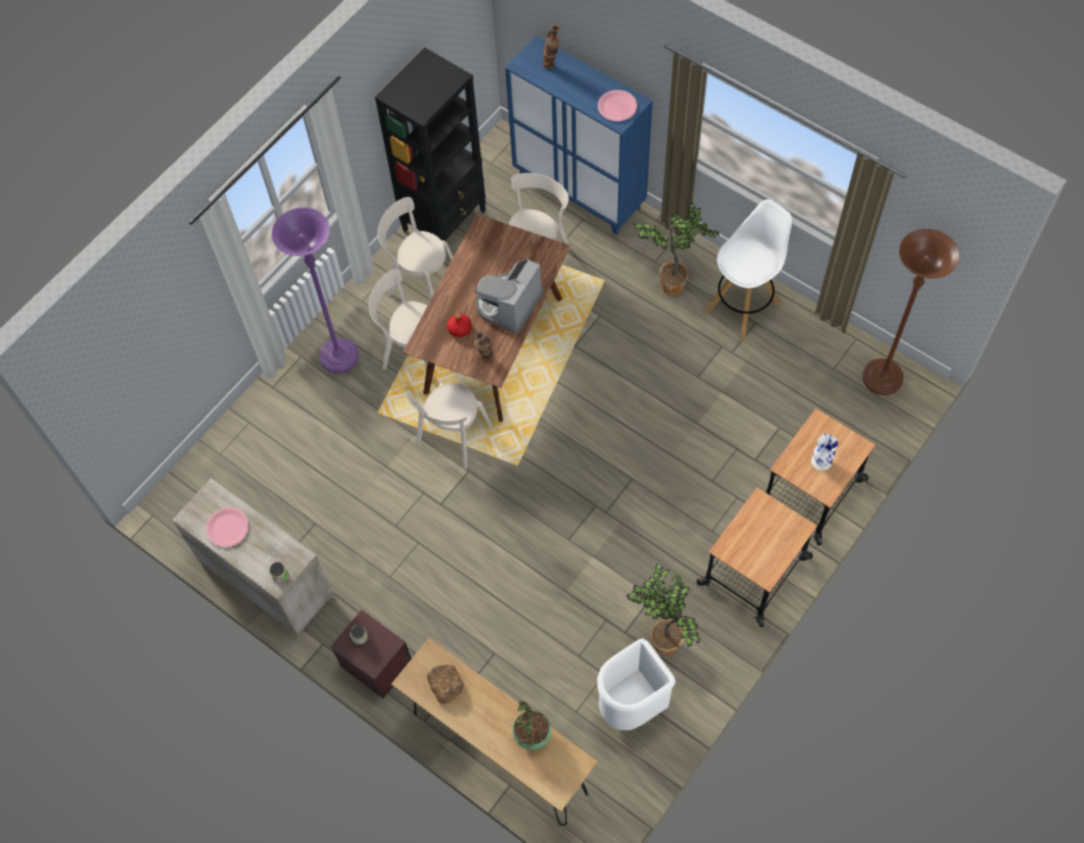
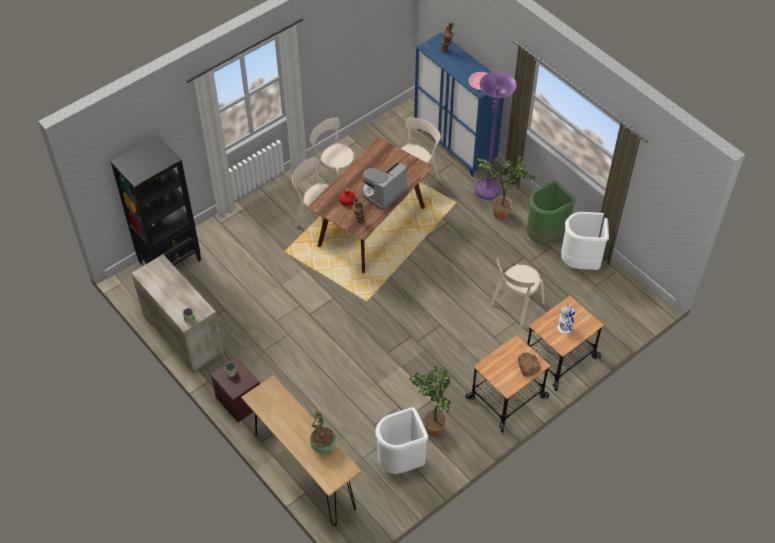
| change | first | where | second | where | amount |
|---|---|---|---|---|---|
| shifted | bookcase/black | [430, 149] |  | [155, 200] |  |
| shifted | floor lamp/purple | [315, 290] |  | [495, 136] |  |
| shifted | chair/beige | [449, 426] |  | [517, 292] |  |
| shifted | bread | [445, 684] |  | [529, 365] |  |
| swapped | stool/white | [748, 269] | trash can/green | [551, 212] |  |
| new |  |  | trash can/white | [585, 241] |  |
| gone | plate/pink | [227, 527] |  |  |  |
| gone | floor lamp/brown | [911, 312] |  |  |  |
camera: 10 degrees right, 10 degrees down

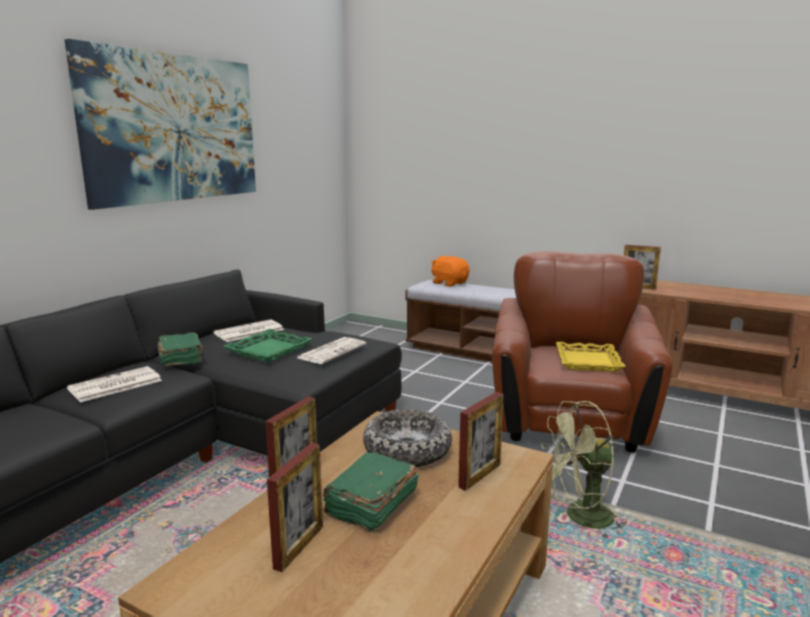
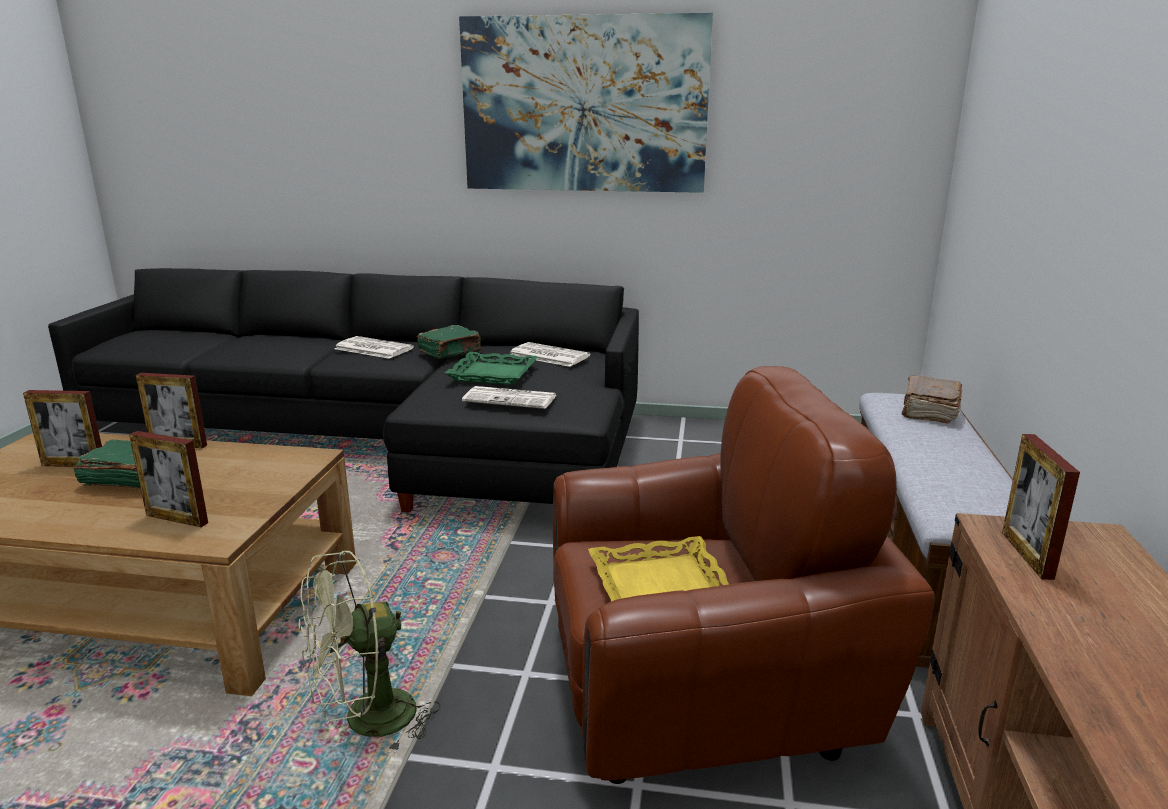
| change | first | where | second | where | amount |
|---|---|---|---|---|---|
| rotated | fan/green | [584, 470] |  | [369, 652] | 90 degrees counterclockwise |
| swapped | plush toy/orange | [450, 271] | book/brown | [932, 399] |  |
| gone | bowl | [407, 438] |  |  |  |
camera: 70 degrees right, 5 degrees up

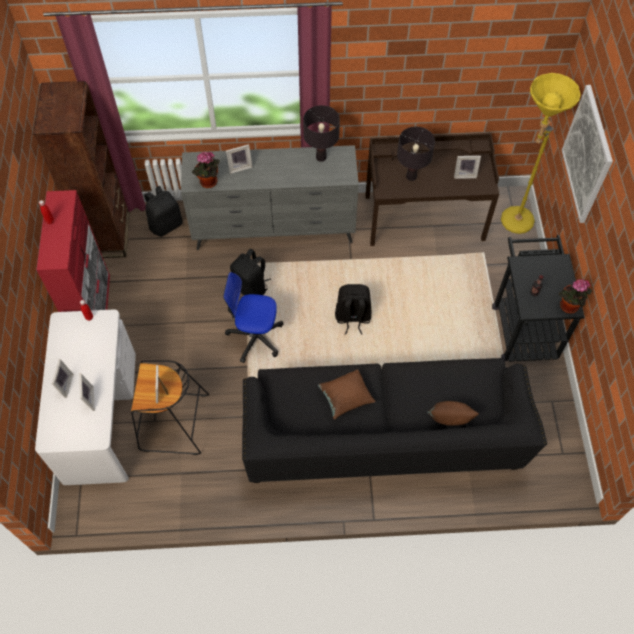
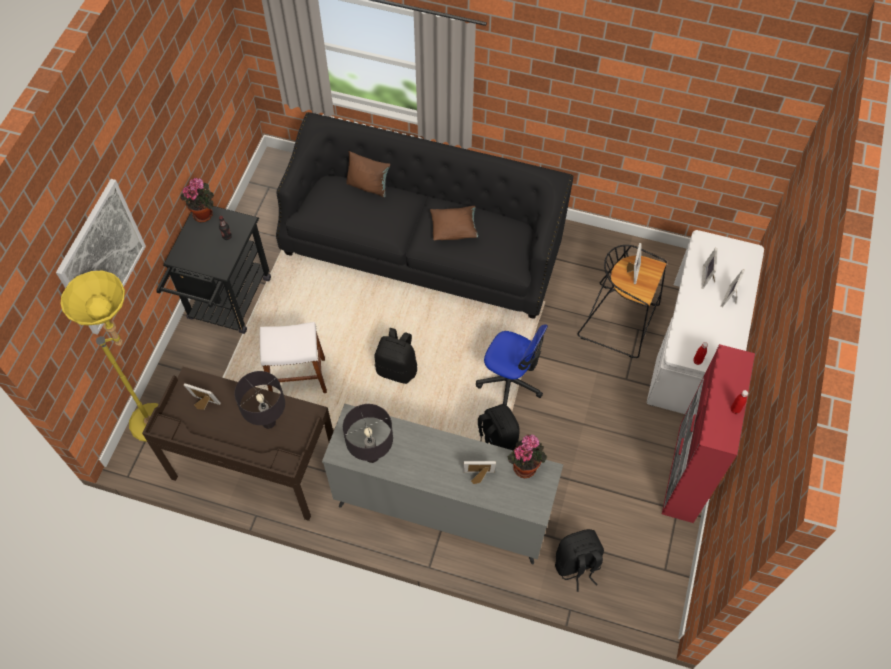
| change | first | where | second | where | amount |
|---|---|---|---|---|---|
| new |  |  | stool/white | [293, 357] |  |
| gone | bookcase/brown | [81, 169] |  |  |  |
camera: 160 degrees left, 0 degrees up

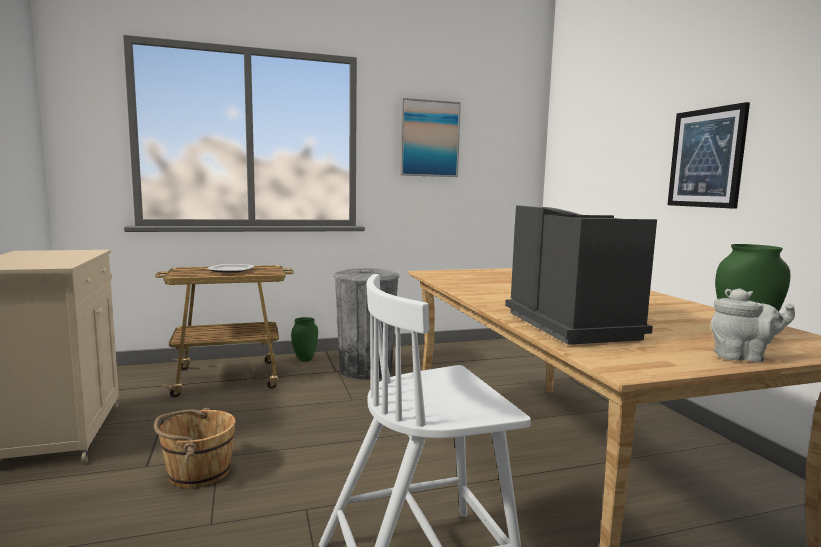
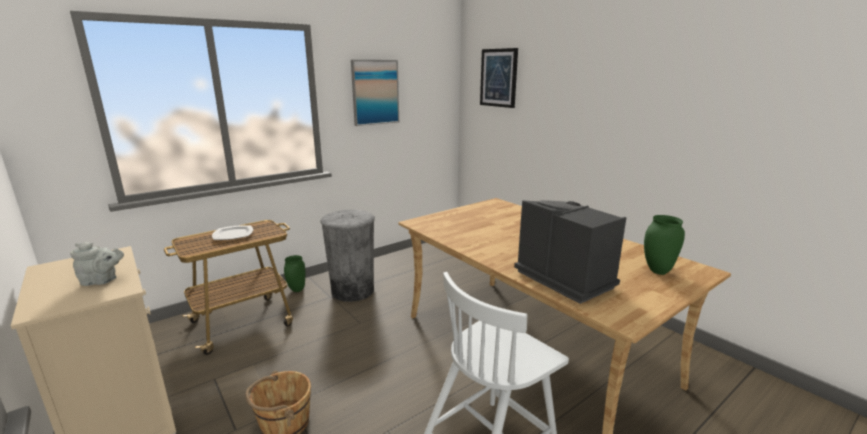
| change | first | where | second | where | amount |
|---|---|---|---|---|---|
| shifted | teapot/grey | [753, 325] |  | [97, 264] |  |
| shifted | picture | [708, 155] |  | [499, 78] |  |
camera: 20 degrees left, 10 degrees up

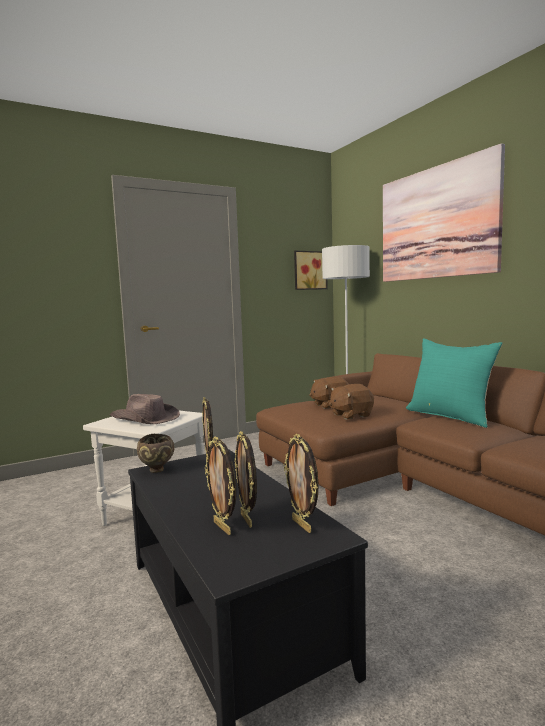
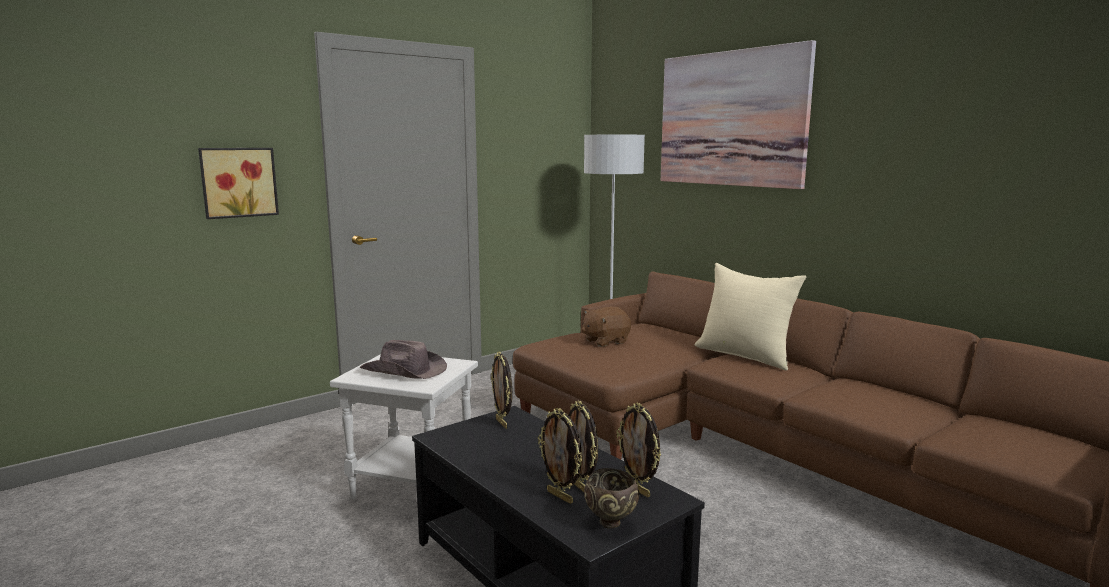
| change | first | where | second | where | amount |
|---|---|---|---|---|---|
| shifted | picture | [311, 270] |  | [238, 183] |  |
| shifted | bowl/brown | [156, 453] |  | [611, 498] |  |
| repainted | pillow/turquoise | [454, 383] | pillow/beige | [750, 317] |  |
| gone | plush toy/brown | [351, 402] |  |  |  |
camera: 10 degrees left, 5 degrees up

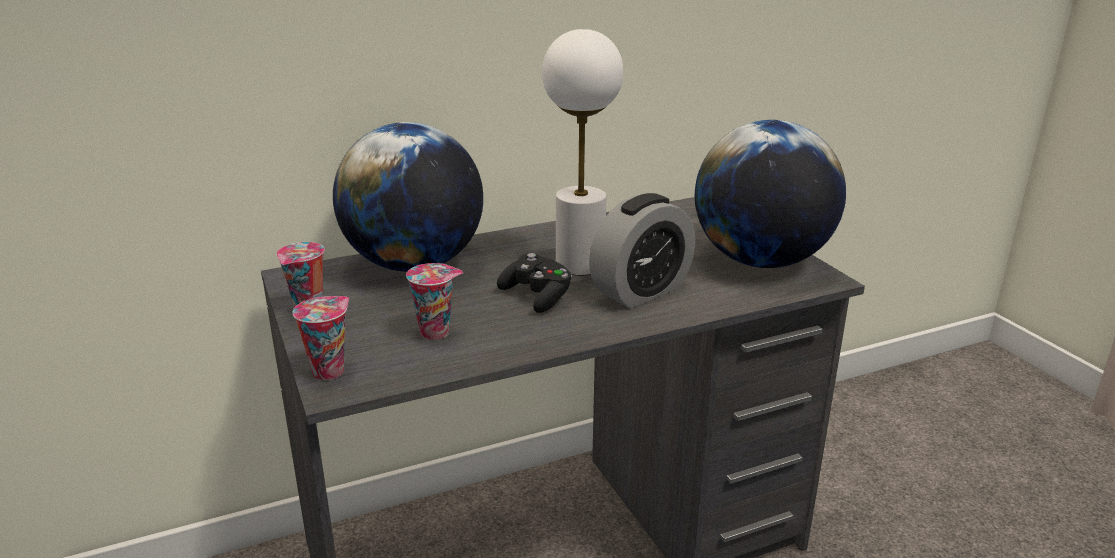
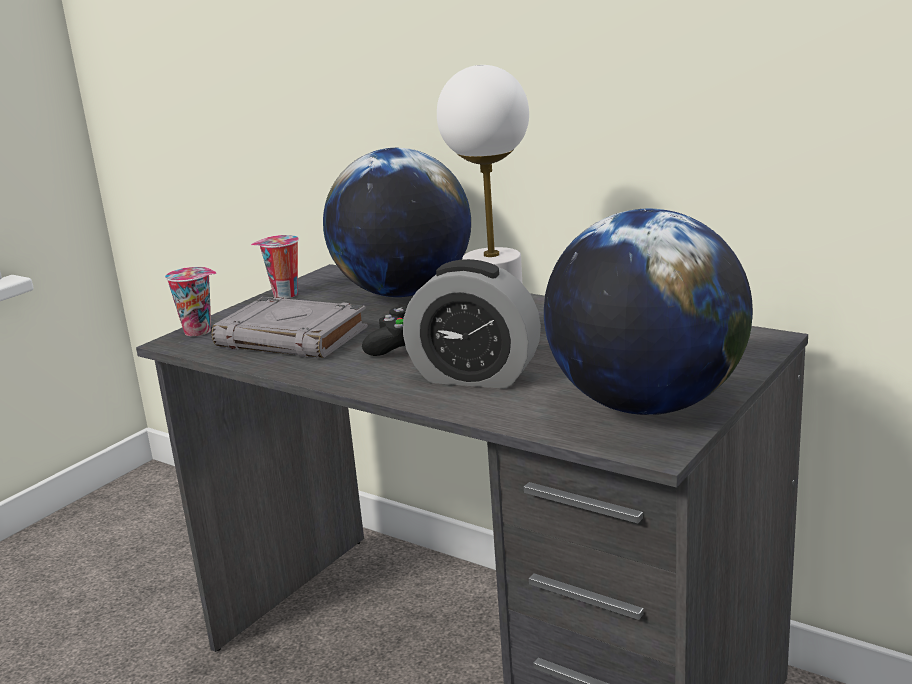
| change | first | where | second | where | amount |
|---|---|---|---|---|---|
| swapped | cup | [434, 301] | book/grey | [289, 327] |  |
camera: 60 degrees right, 5 degrees down

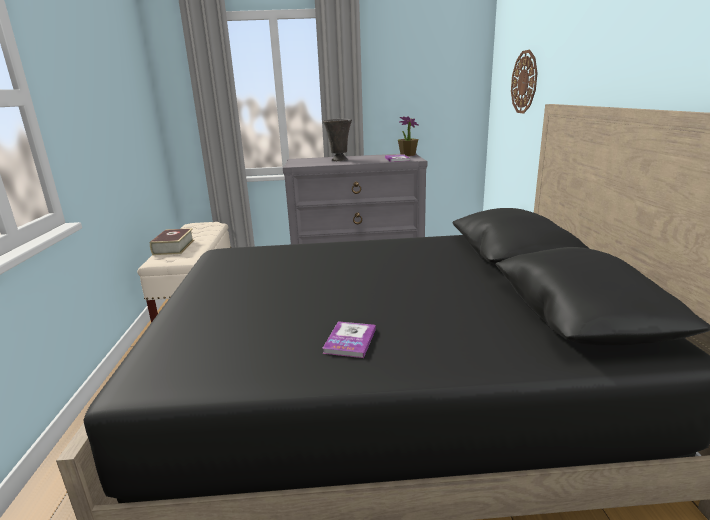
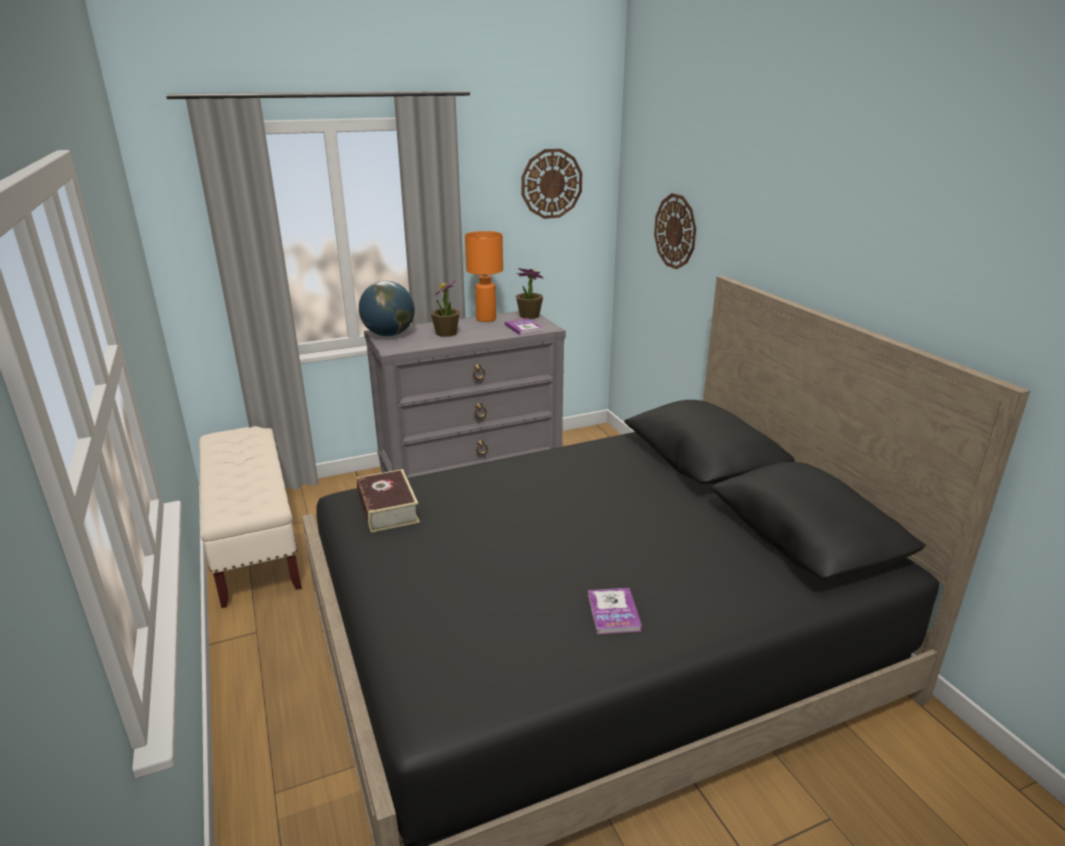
| change | first | where | second | where | amount |
|---|---|---|---|---|---|
| shifted | book | [172, 241] |  | [388, 501] |  |
| new |  |  | globe | [387, 308] |  |
| swapped | vase/grey | [337, 140] | potted plant | [445, 308] |  |
| new |  |  | table lamp/orange | [484, 276] |  |
| new |  |  | wall clock | [551, 184] |  |
camera: 20 degrees left, 5 degrees up

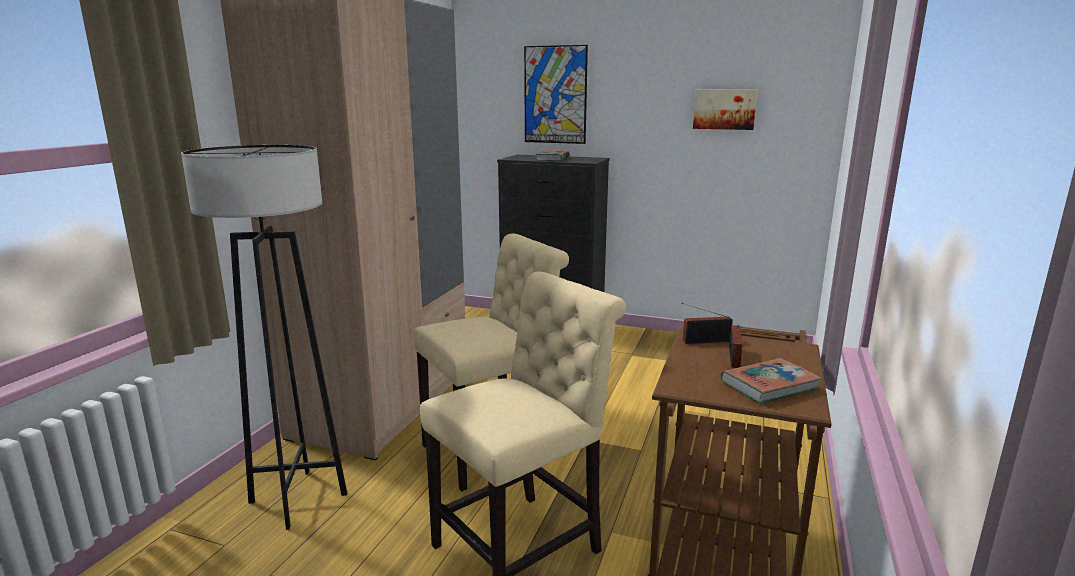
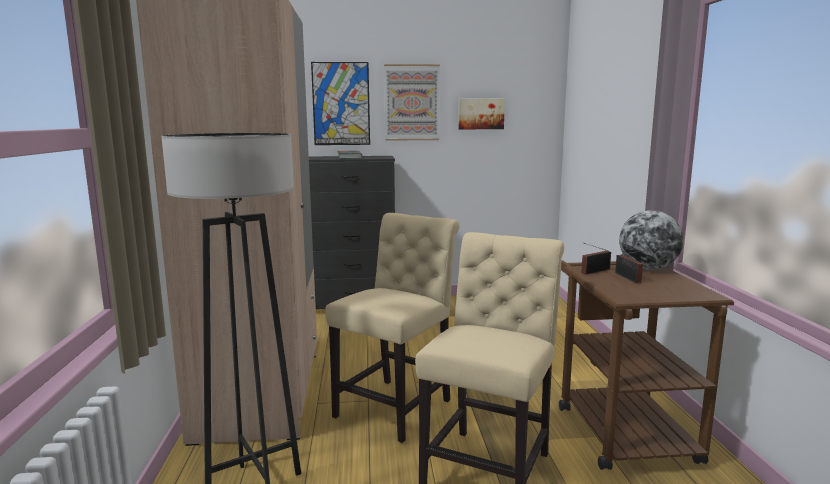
| change | first | where | second | where | amount |
|---|---|---|---|---|---|
| new |  |  | picture | [412, 102] |  |
| new |  |  | globe | [651, 240] |  |
| gone | book | [771, 381] |  |  |  |
camera: 25 degrees left, 5 degrees down

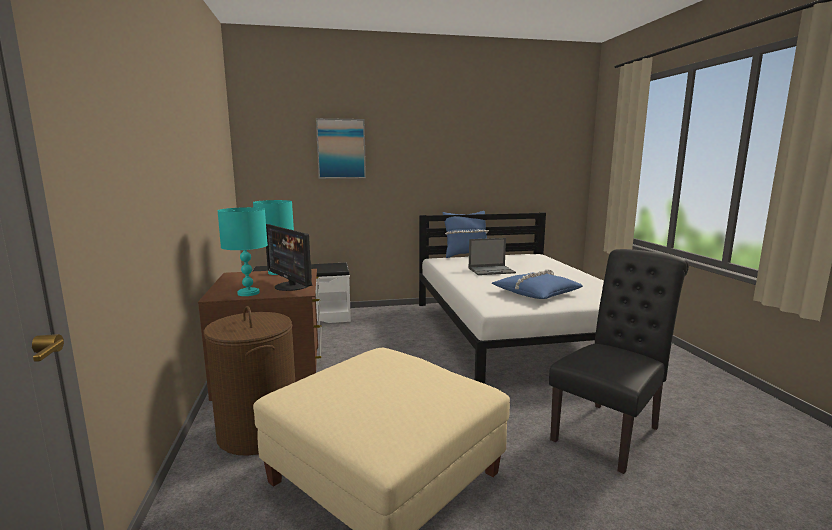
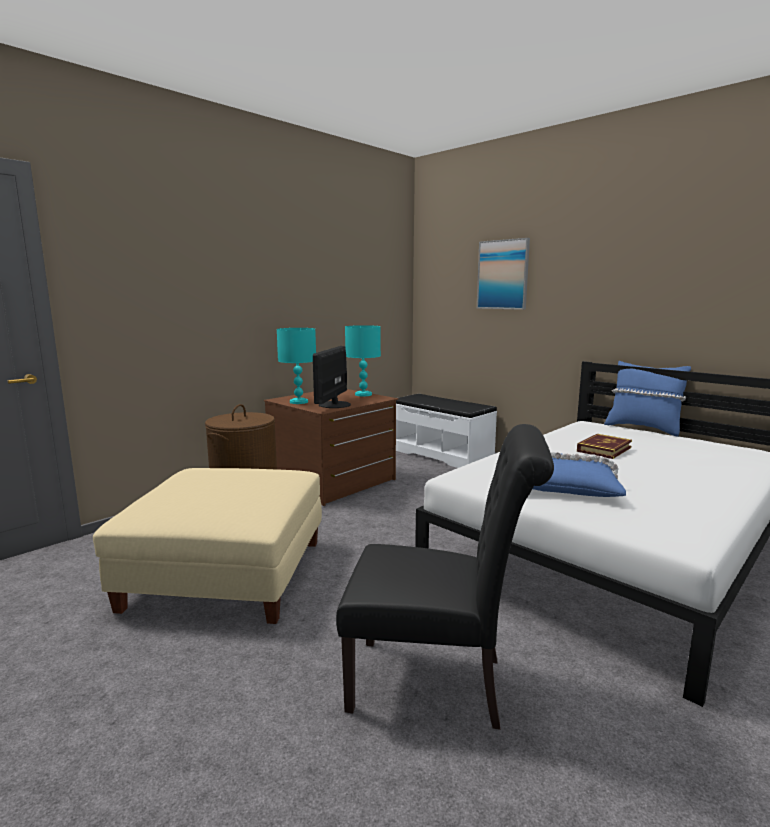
| change | first | where | second | where | amount |
|---|---|---|---|---|---|
| swapped | laptop | [492, 256] | book | [604, 446] |  |
camera: 55 degrees right, 0 degrees up

